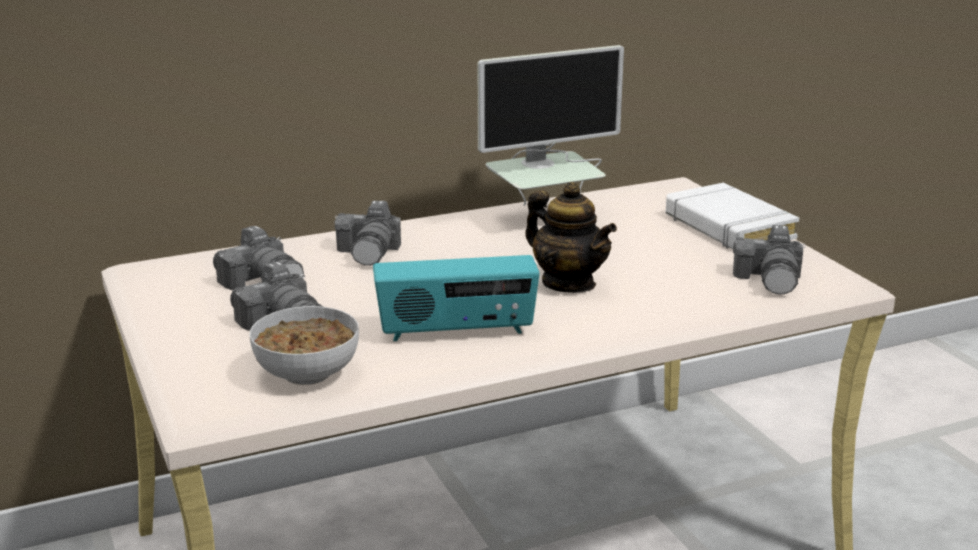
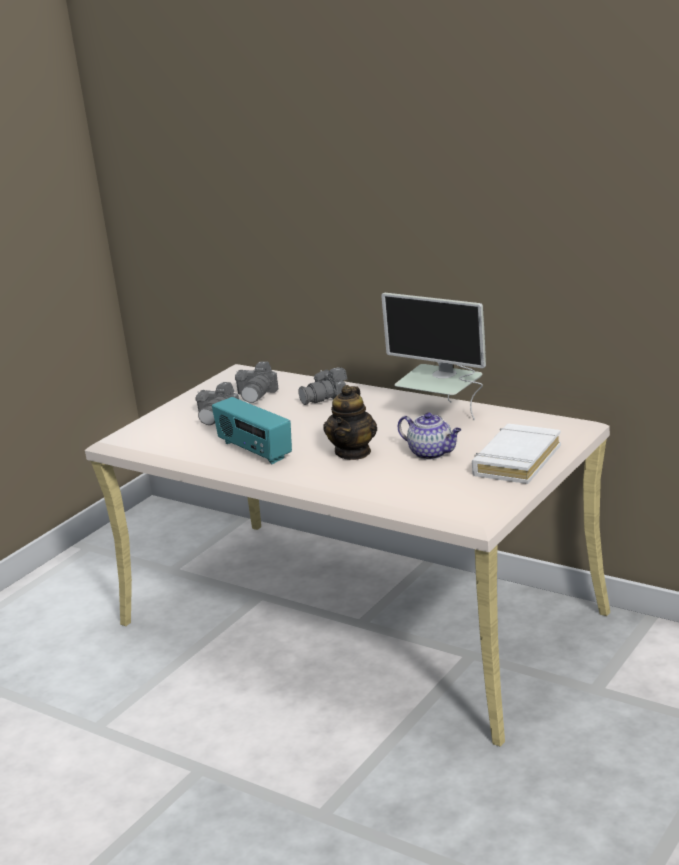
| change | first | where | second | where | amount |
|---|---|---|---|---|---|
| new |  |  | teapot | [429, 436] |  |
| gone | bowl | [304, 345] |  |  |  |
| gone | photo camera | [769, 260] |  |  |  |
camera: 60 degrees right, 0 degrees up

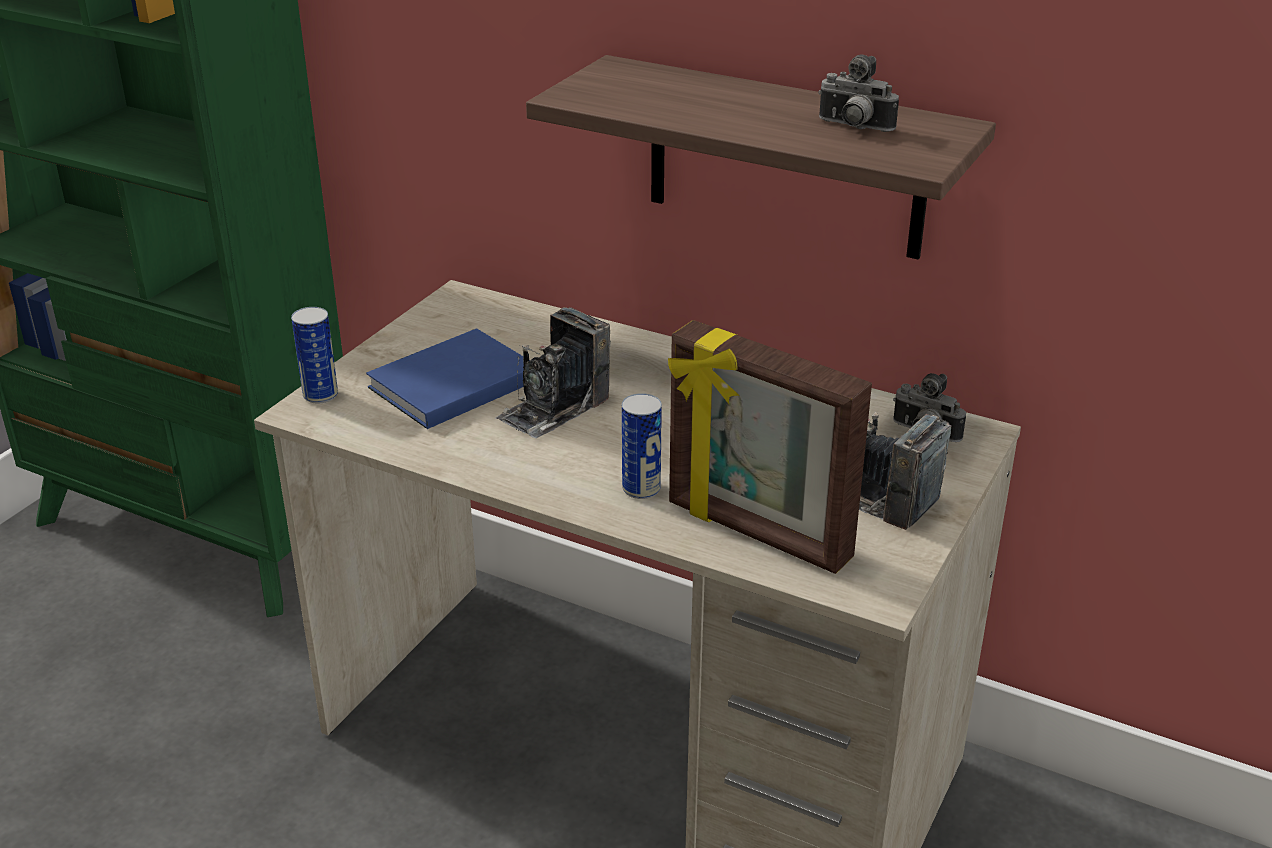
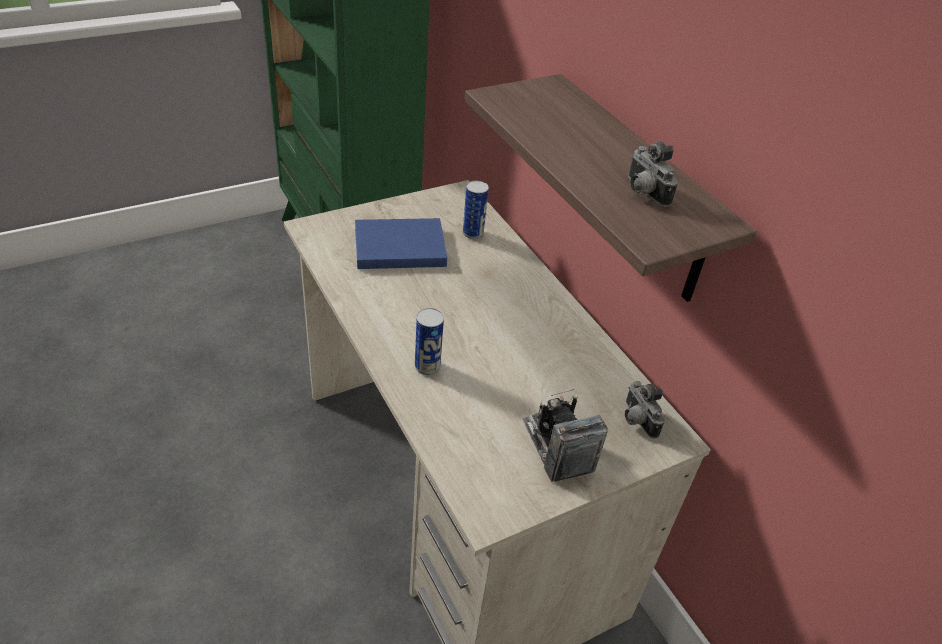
| change | first | where | second | where | amount |
|---|---|---|---|---|---|
| shifted | can | [314, 355] |  | [476, 209] |  |
| gone | photo camera | [553, 372] |  |  |  |
| gone | picture frame | [770, 447] |  |  |  |
camera: 30 degrees right, 10 degrees up

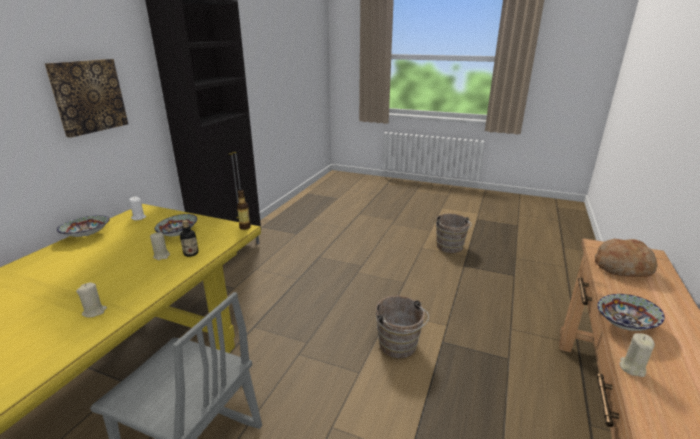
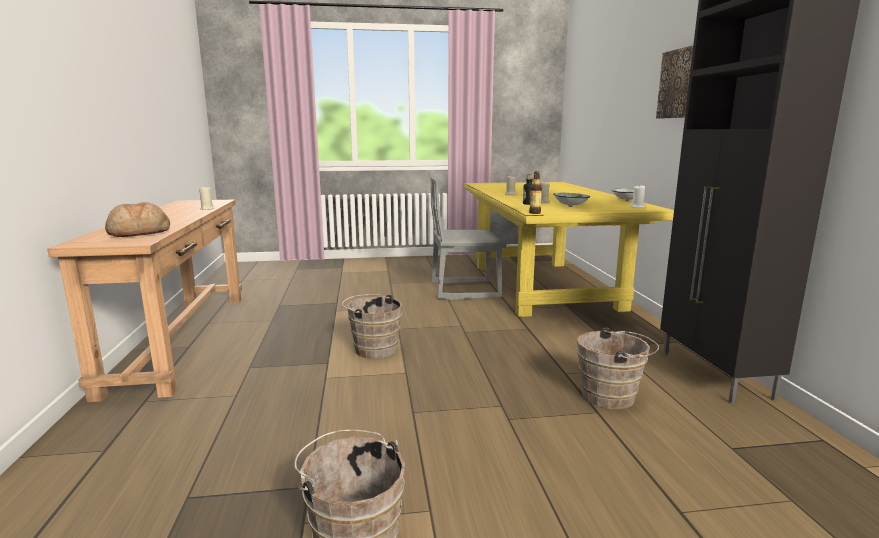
| change | first | where | second | where | amount |
|---|---|---|---|---|---|
| new |  |  | bucket/brown | [618, 368] |  |
| gone | bowl | [631, 312] |  |  |  |
camera: 150 degrees right, 10 degrees down

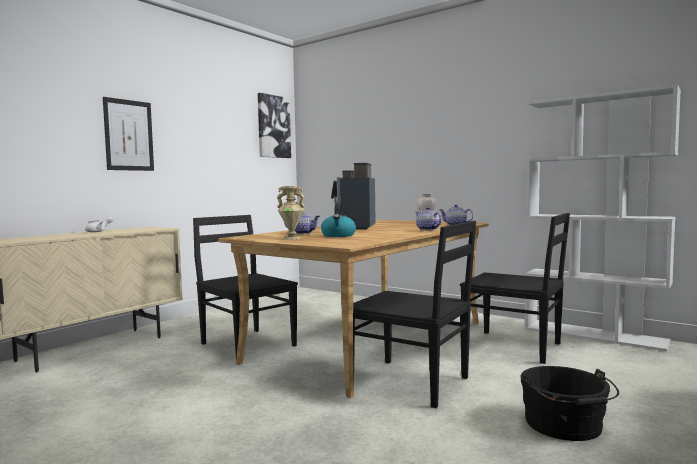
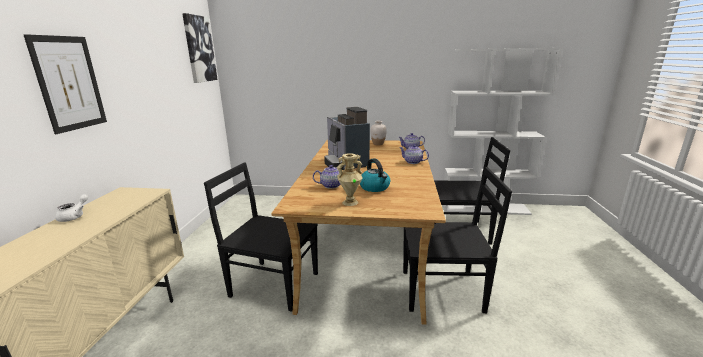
| change | first | where | second | where | amount |
|---|---|---|---|---|---|
| gone | bucket/black | [570, 403] |  |  |  |
camera: 30 degrees left, 15 degrees up

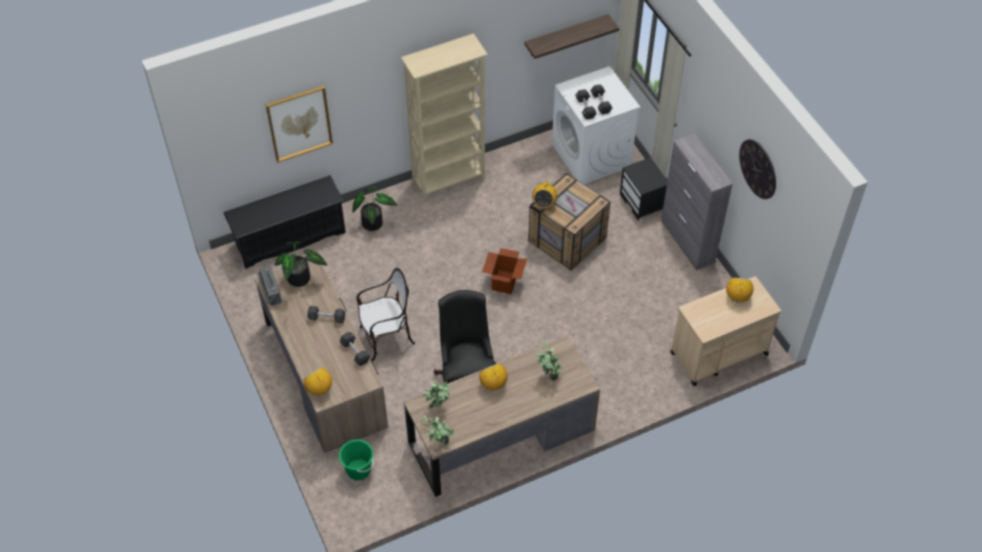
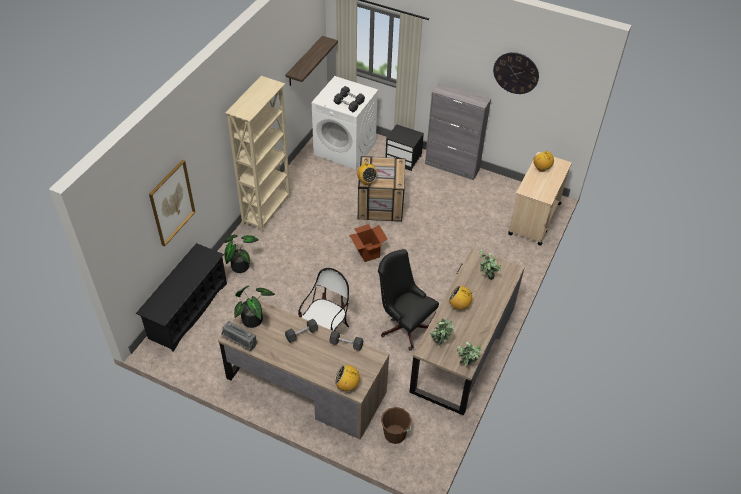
| change | first | where | second | where | amount |
|---|---|---|---|---|---|
| repainted | bucket/green | [356, 460] | bucket/brown | [396, 425] |  |
camera: 40 degrees left, 5 degrees down

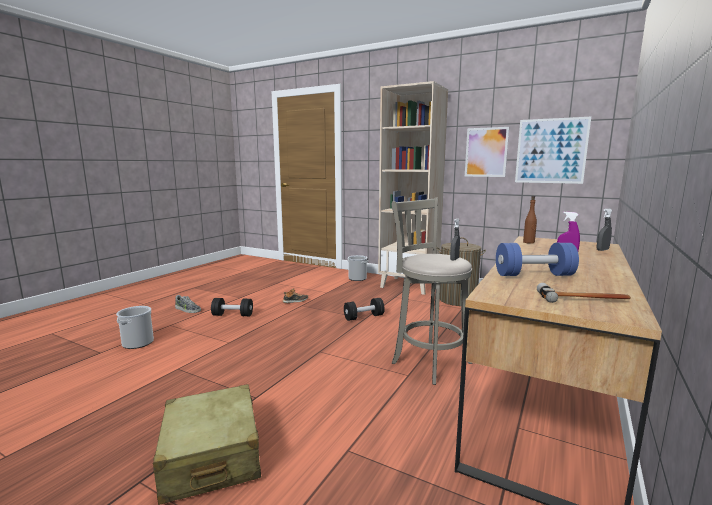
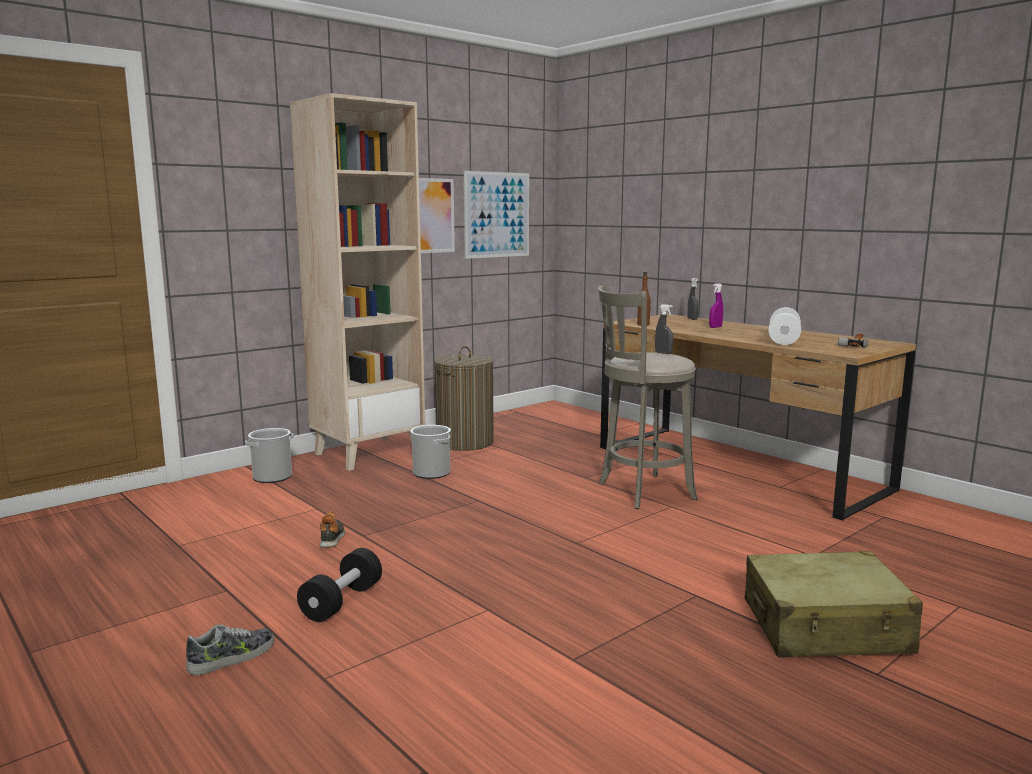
| change | first | where | second | where | amount |
|---|---|---|---|---|---|
| shifted | bucket | [135, 327] |  | [430, 452] |  |
| repainted | dumbbell/blue | [537, 259] | dumbbell/white | [785, 326] |  |
| gone | dumbbell/black | [364, 309] |  |  |  |
camera: 70 degrees left, 0 degrees up

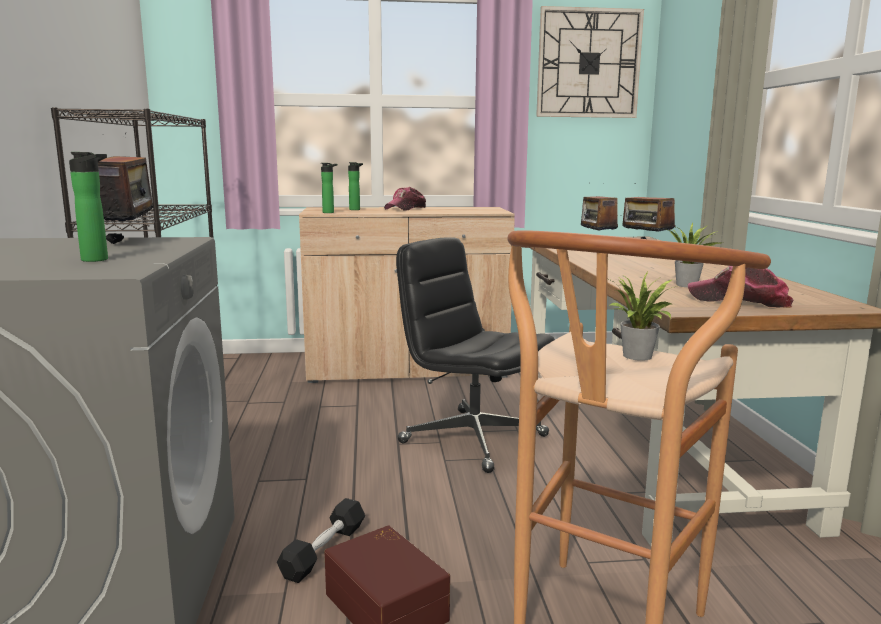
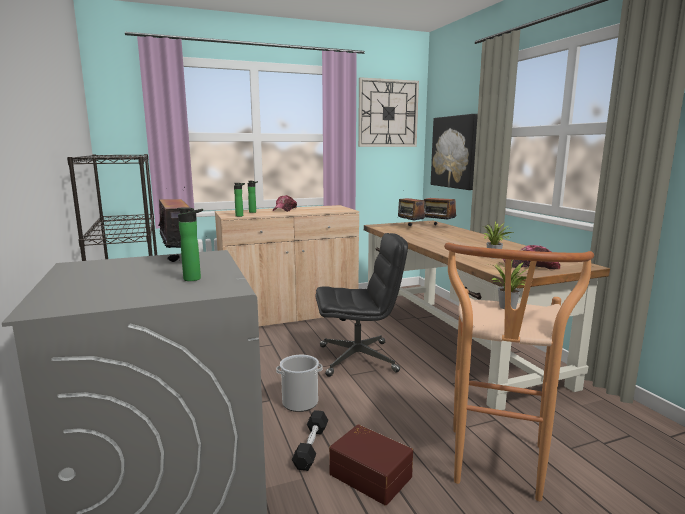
| change | first | where | second | where | amount |
|---|---|---|---|---|---|
| new |  |  | bucket | [299, 383] |  |
| rotated | office chair/black | [475, 355] |  | [362, 305] | 150 degrees clockwise |
| new |  |  | picture | [454, 152] |  |
camera: 15 degrees left, 0 degrees up

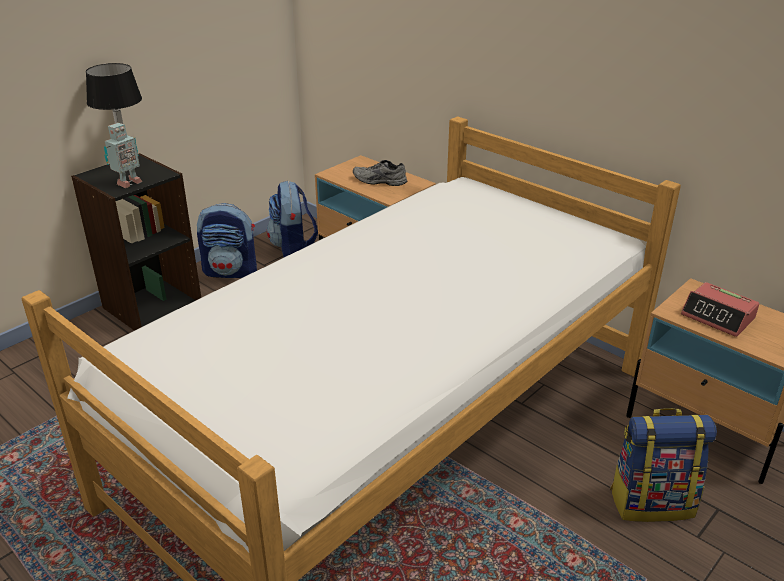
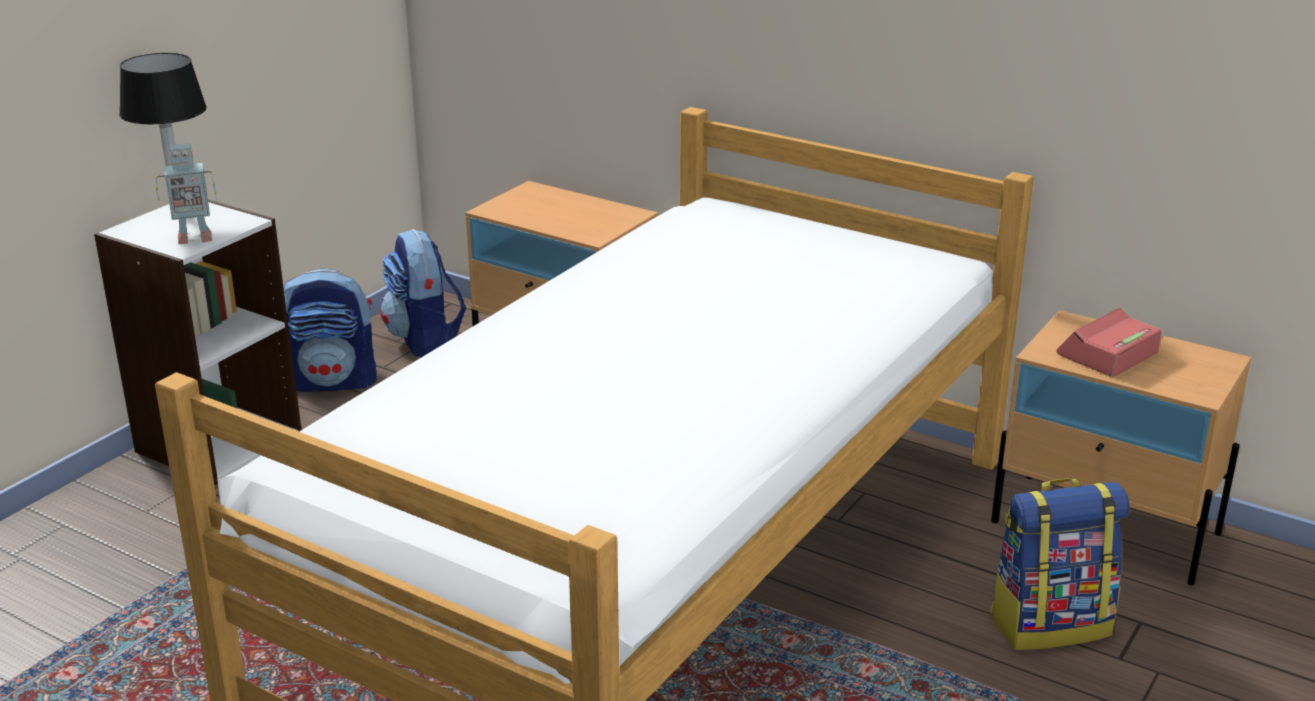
| change | first | where | second | where | amount |
|---|---|---|---|---|---|
| repainted | bookcase/black | [136, 242] | bookcase/white | [197, 342] |  |
| rotated | toy robot | [123, 155] |  | [186, 193] | 45 degrees clockwise |
| rotated | alarm clock | [720, 309] |  | [1109, 342] | 105 degrees clockwise |
| gone | shoe/grey | [380, 173] |  |  |  |
camera: 10 degrees left, 5 degrees down

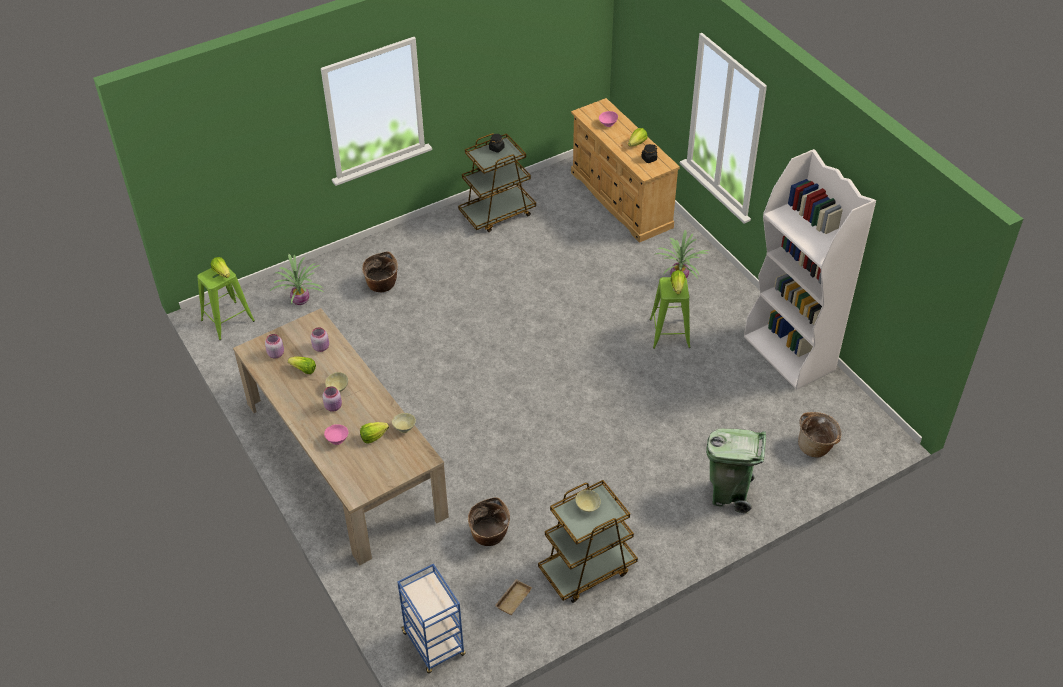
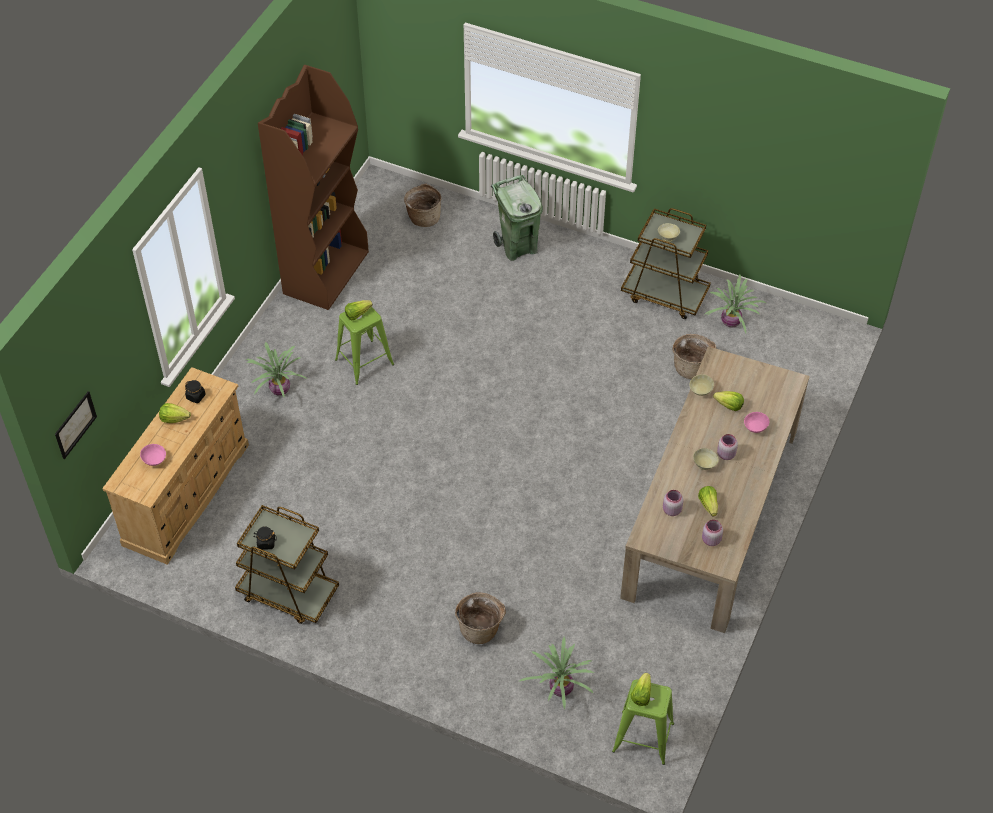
| change | first | where | second | where | amount |
|---|---|---|---|---|---|
| new |  |  | picture | [76, 425] |  |
| repainted | bookcase/white | [810, 269] | bookcase/brown | [313, 187] |  |
| swapped | tray/beige | [513, 597] | potted plant | [735, 304] |  |
| gone | cart/blue | [431, 619] |  |  |  |
camera: 125 degrees left, 5 degrees up

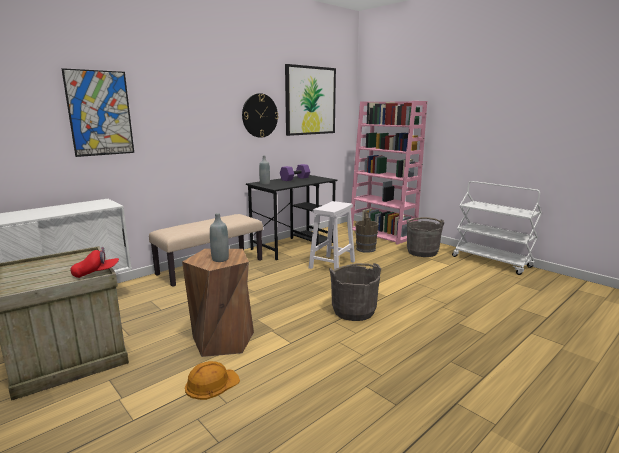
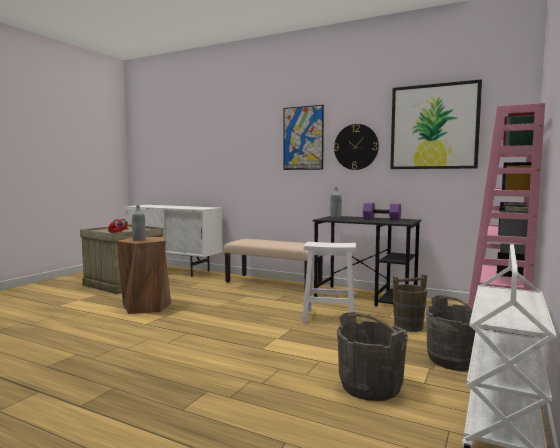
| change | first | where | second | where | amount |
|---|---|---|---|---|---|
| shifted | picture | [97, 112] |  | [303, 137] |  |
| shifted | bucket/grey | [355, 292] |  | [372, 356] |  |
| gone | hard hat/orange | [212, 380] |  |  |  |
camera: 70 degrees right, 10 degrees down

